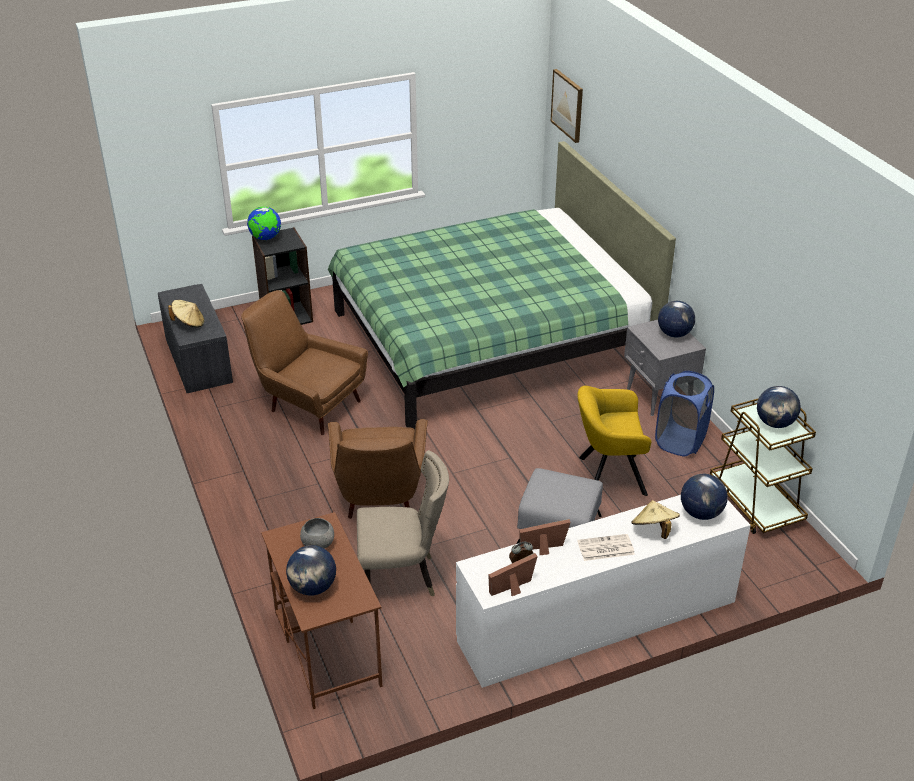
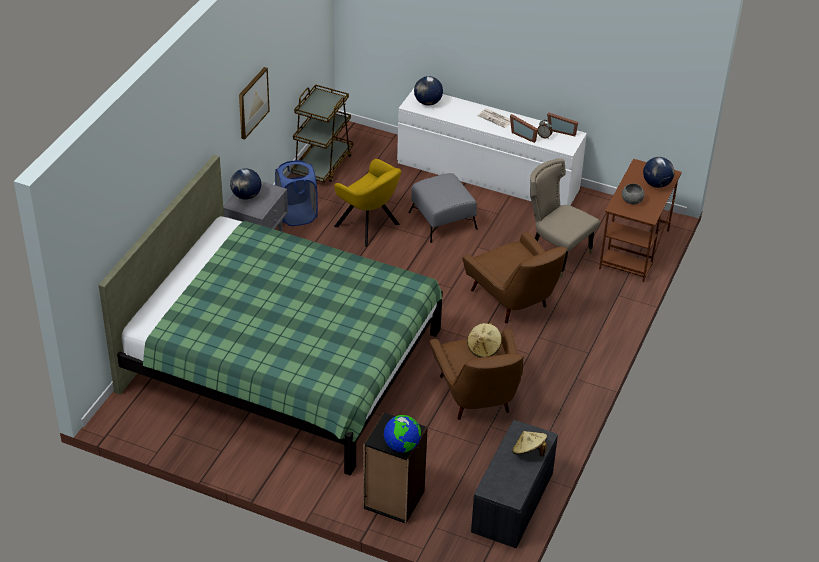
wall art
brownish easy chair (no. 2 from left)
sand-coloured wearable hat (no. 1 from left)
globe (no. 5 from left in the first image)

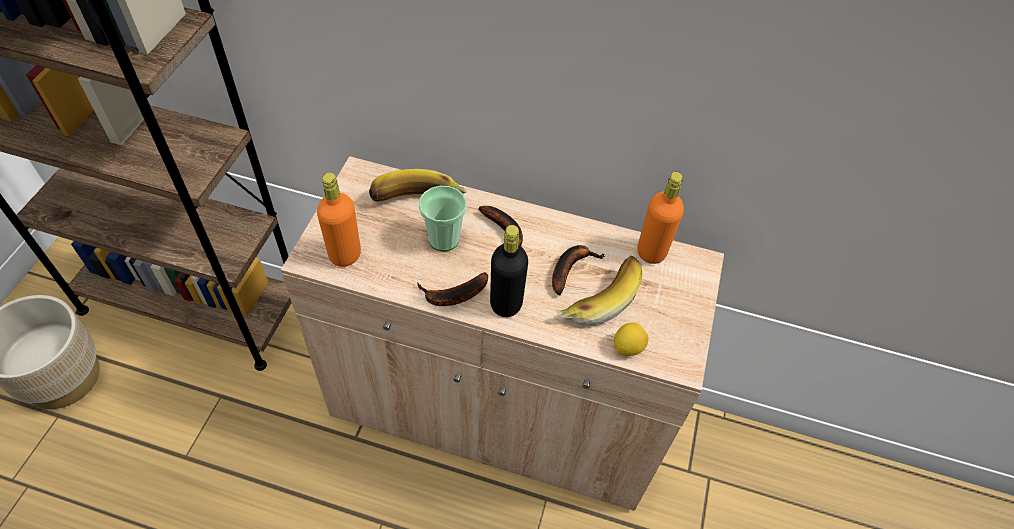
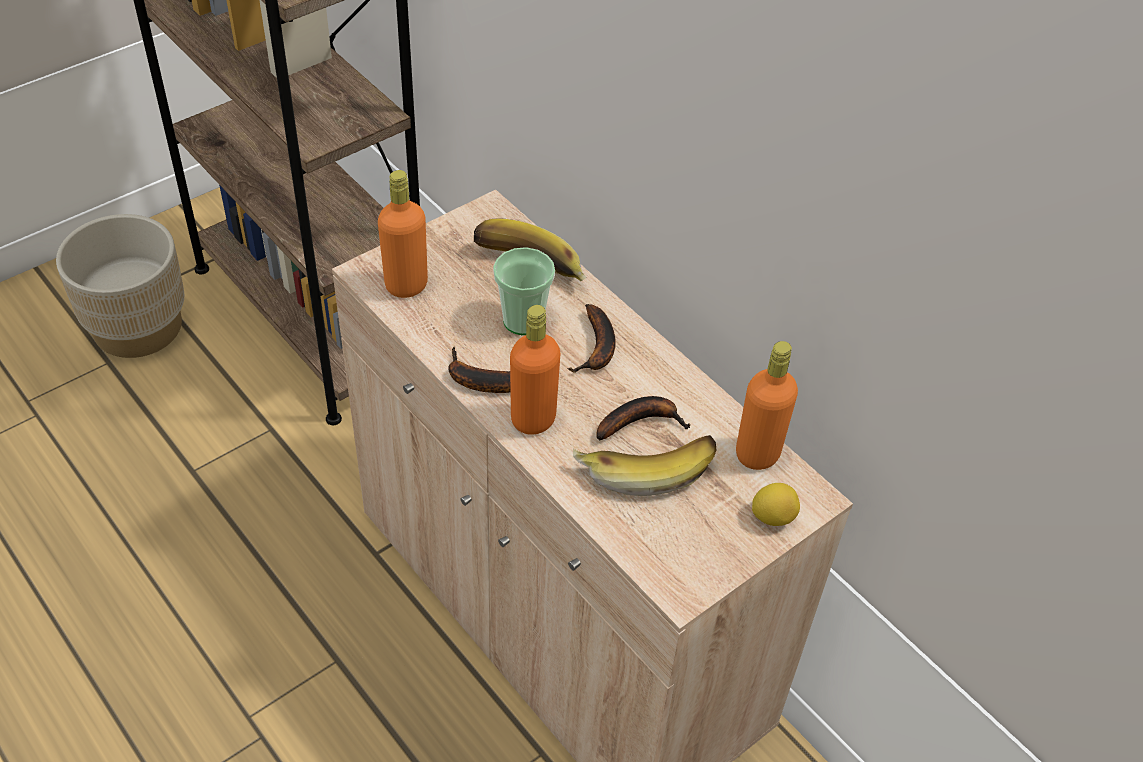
orange-coloured bottle (no. 2 from left)
whole lemon

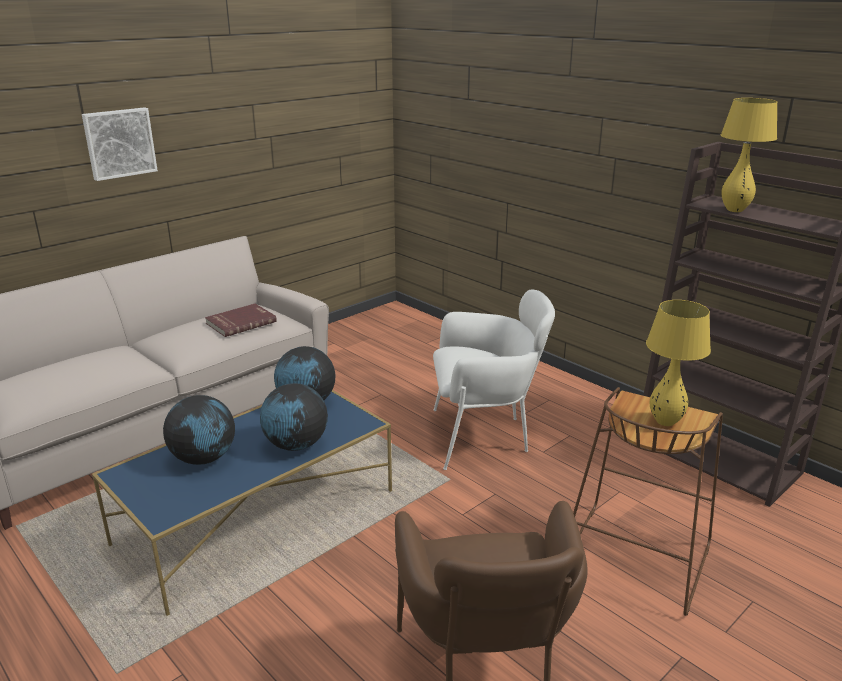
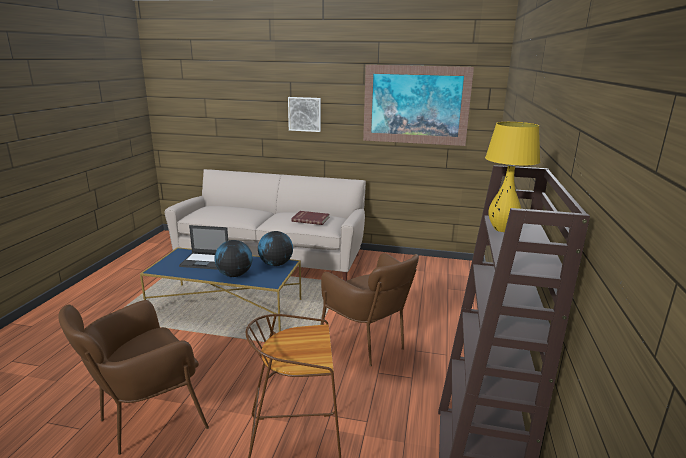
laptop
brownish easy chair (no. 2 from left)
wall art (no. 2 from left)
yellow-coloured table lamp (no. 1 from left in the first image)

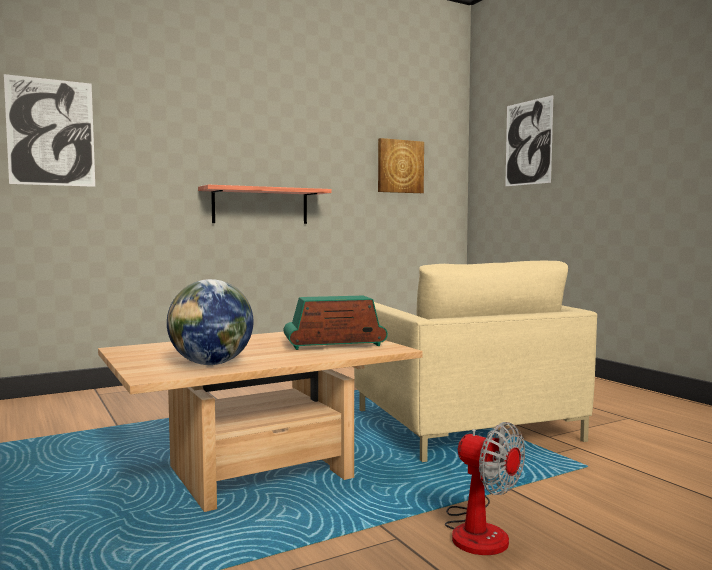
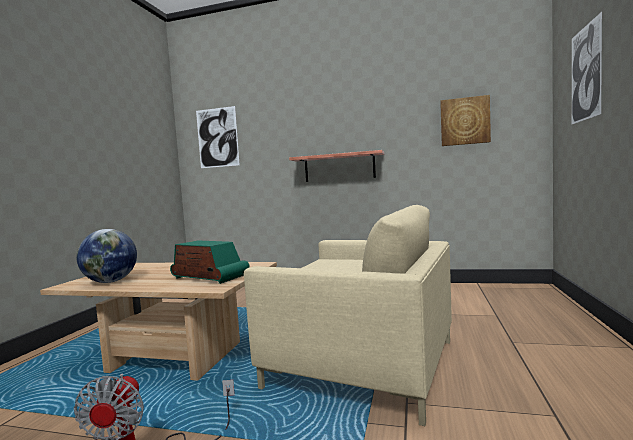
sand-coloured easy chair

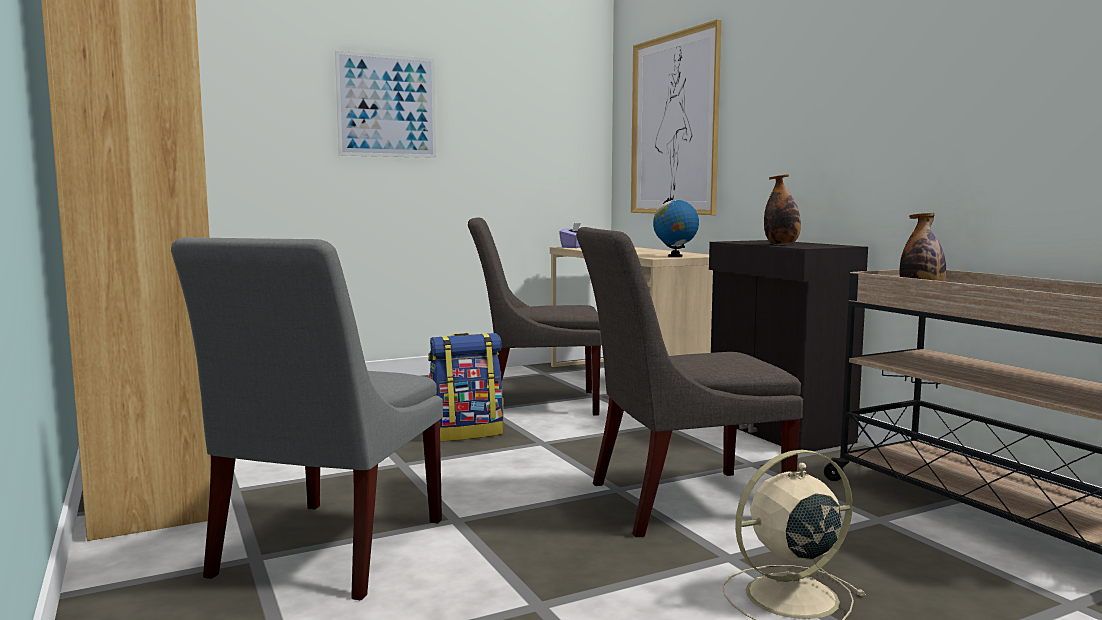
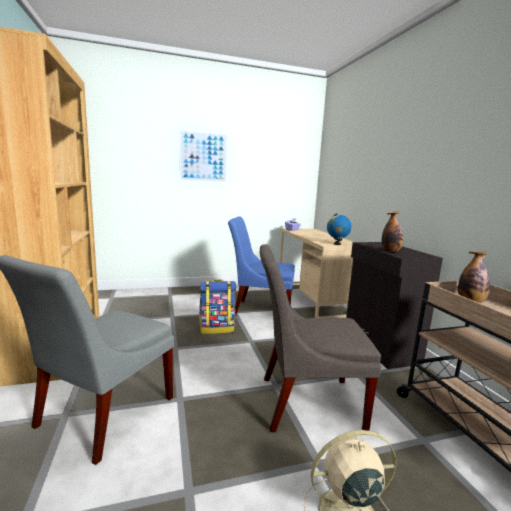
blue chair
wall art (no. 2 from left in the first image)

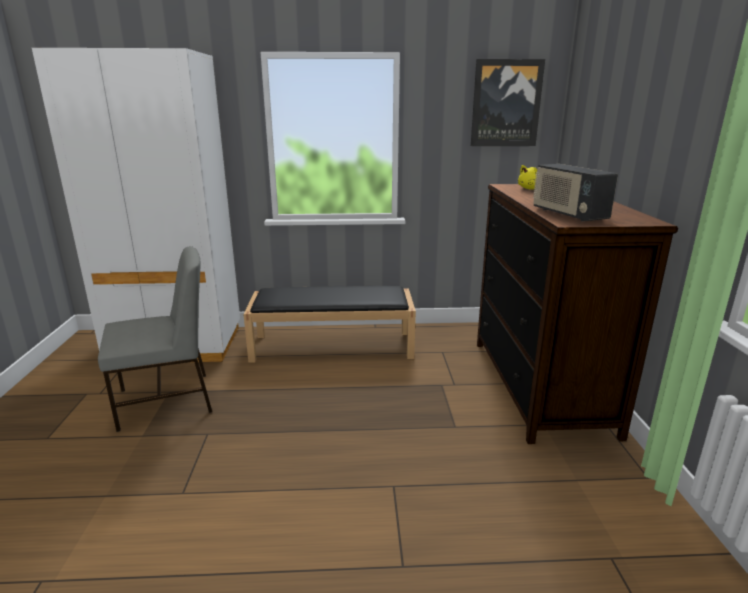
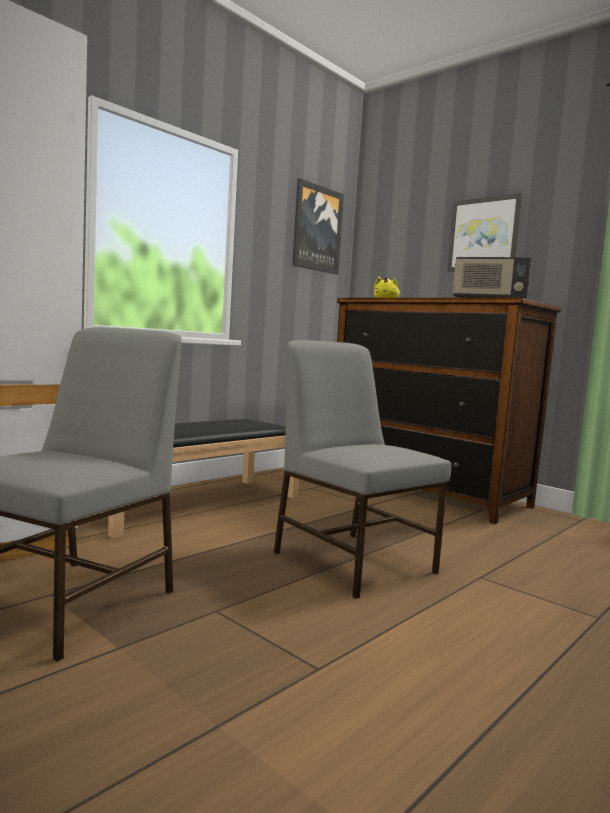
greyish chair (no. 2 from left)
wall art (no. 2 from left)

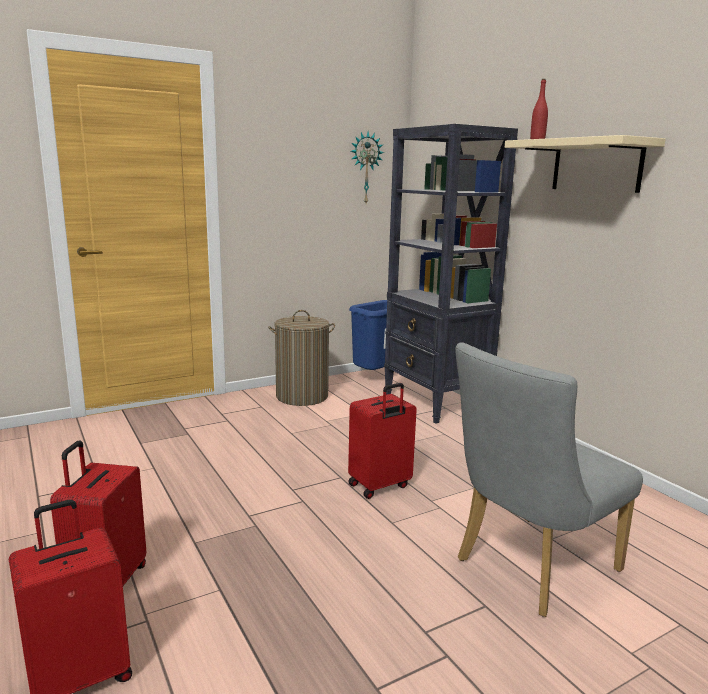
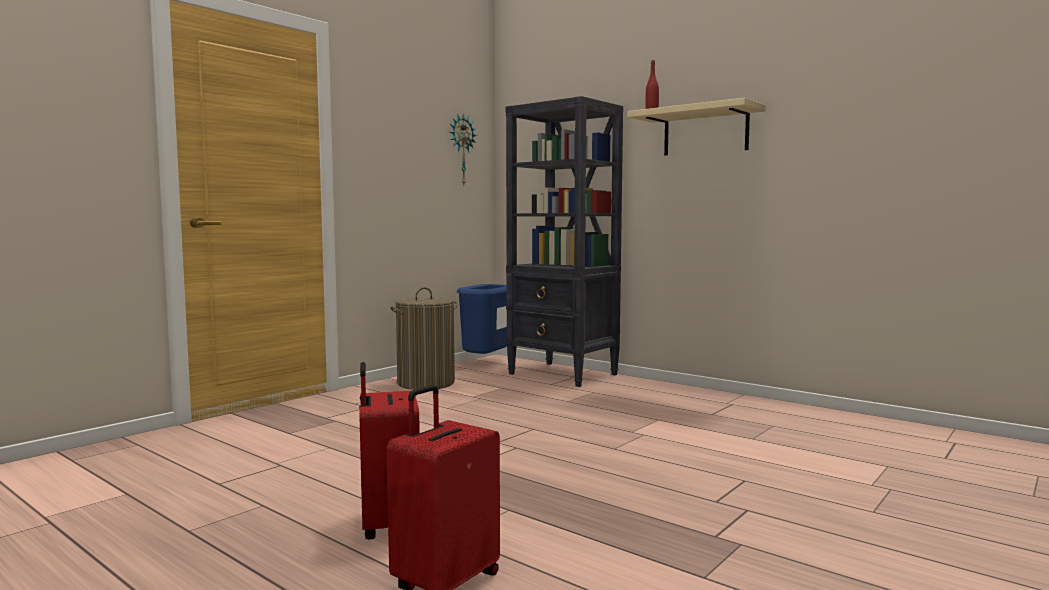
reddish suitcase (no. 3 from left in the first image)
greyish chair

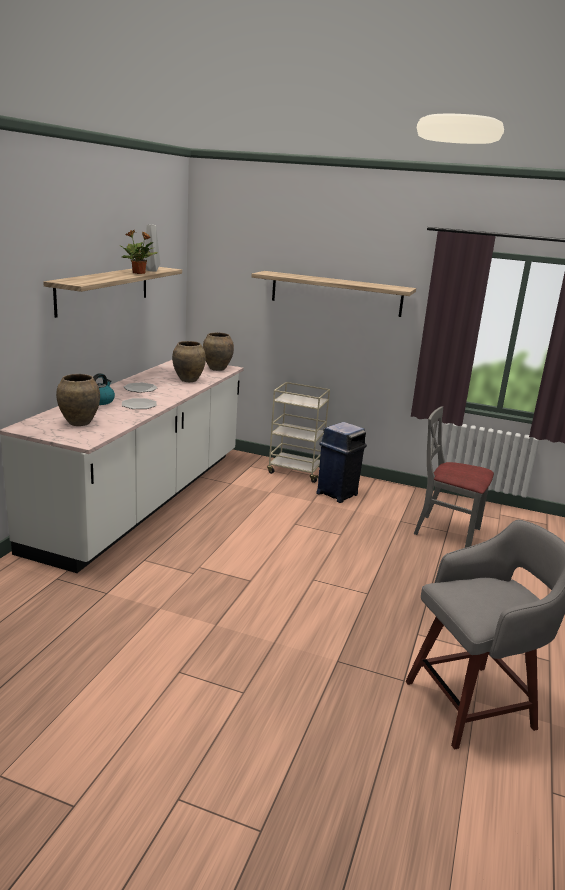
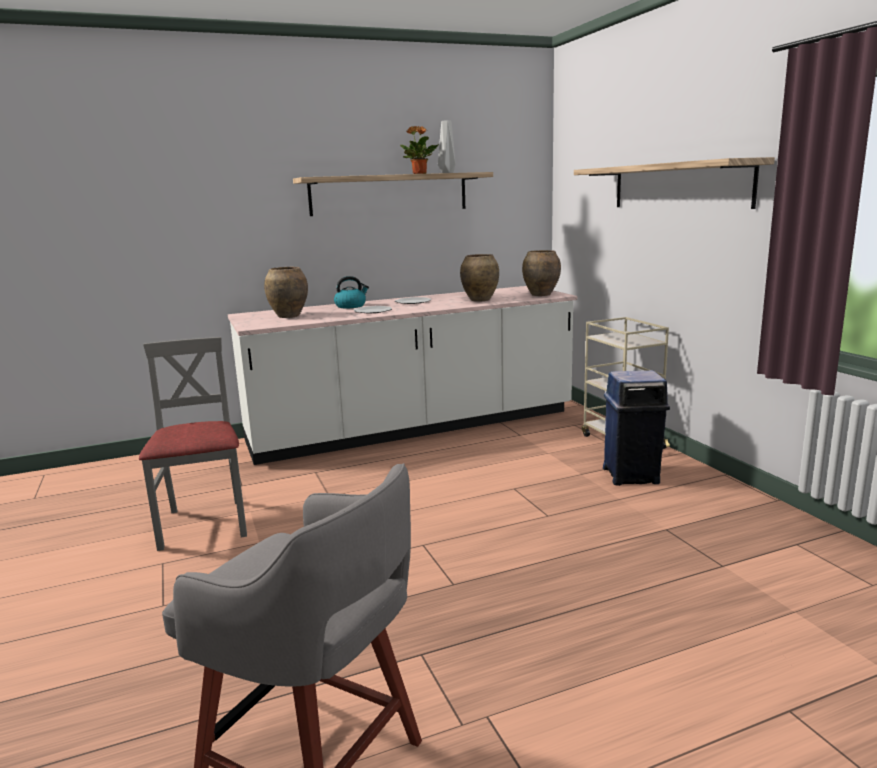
greyish chair

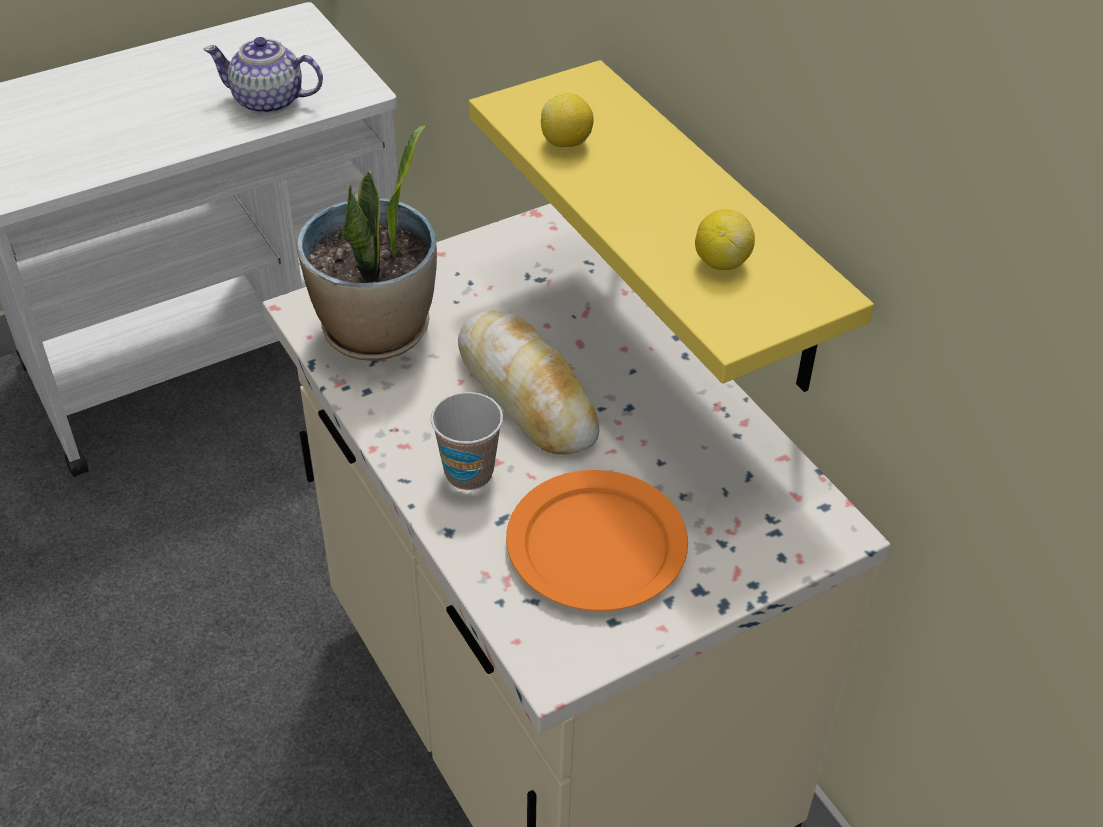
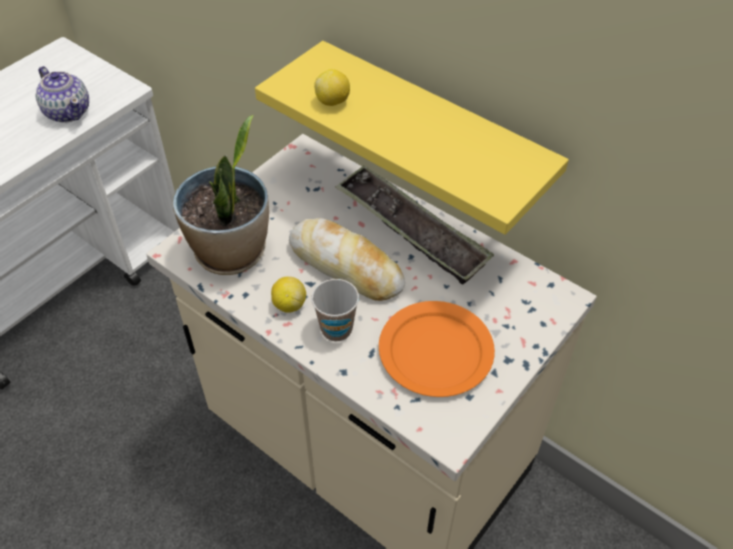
tea pot
whole lemon (no. 1 from left)
carrying tray

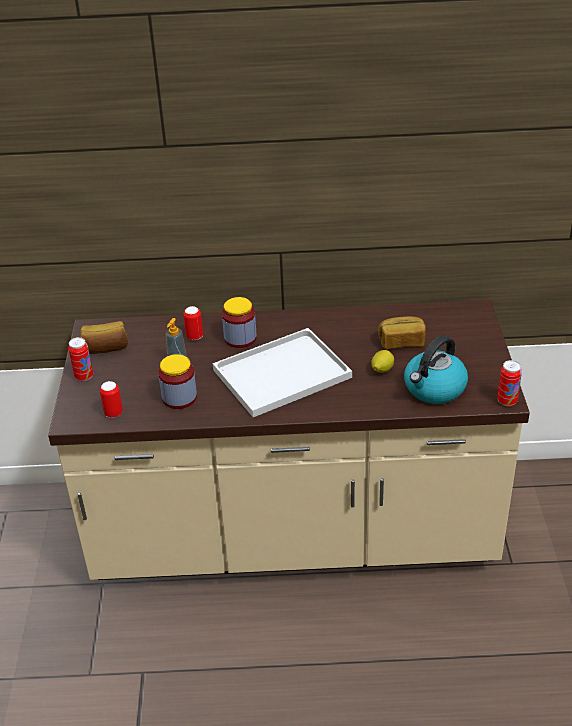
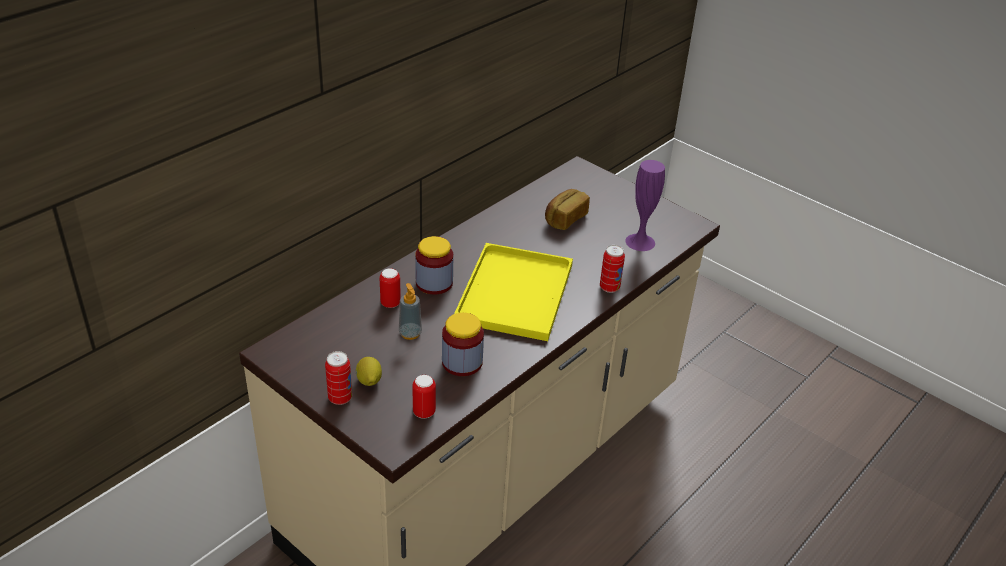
whole lemon
yellow-coloured carrying tray
sealed can (no. 4 from left)
purple-coloured decorative vase
bread (no. 1 from left in the first image)

